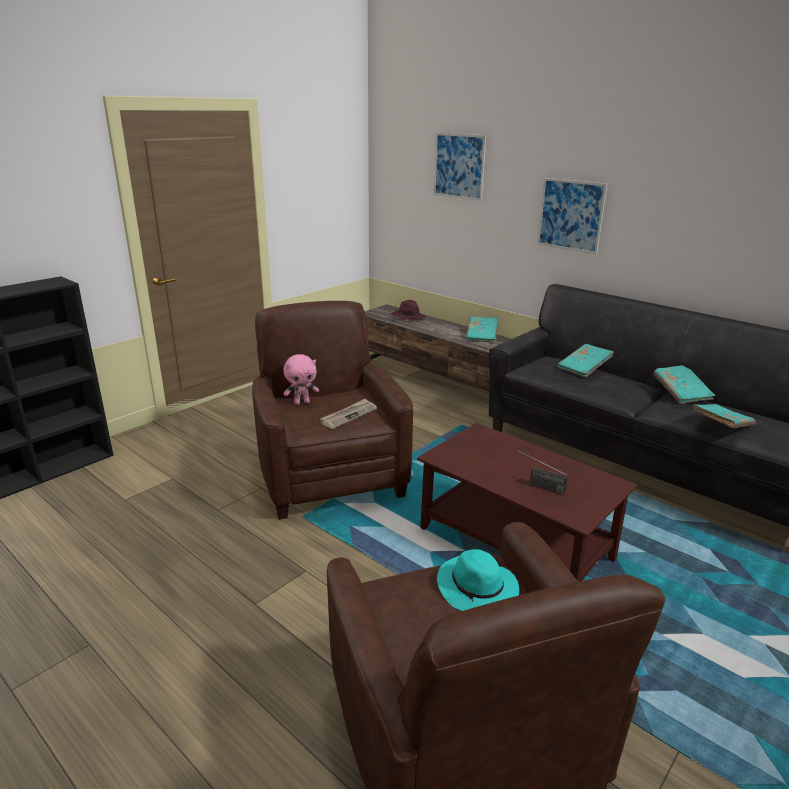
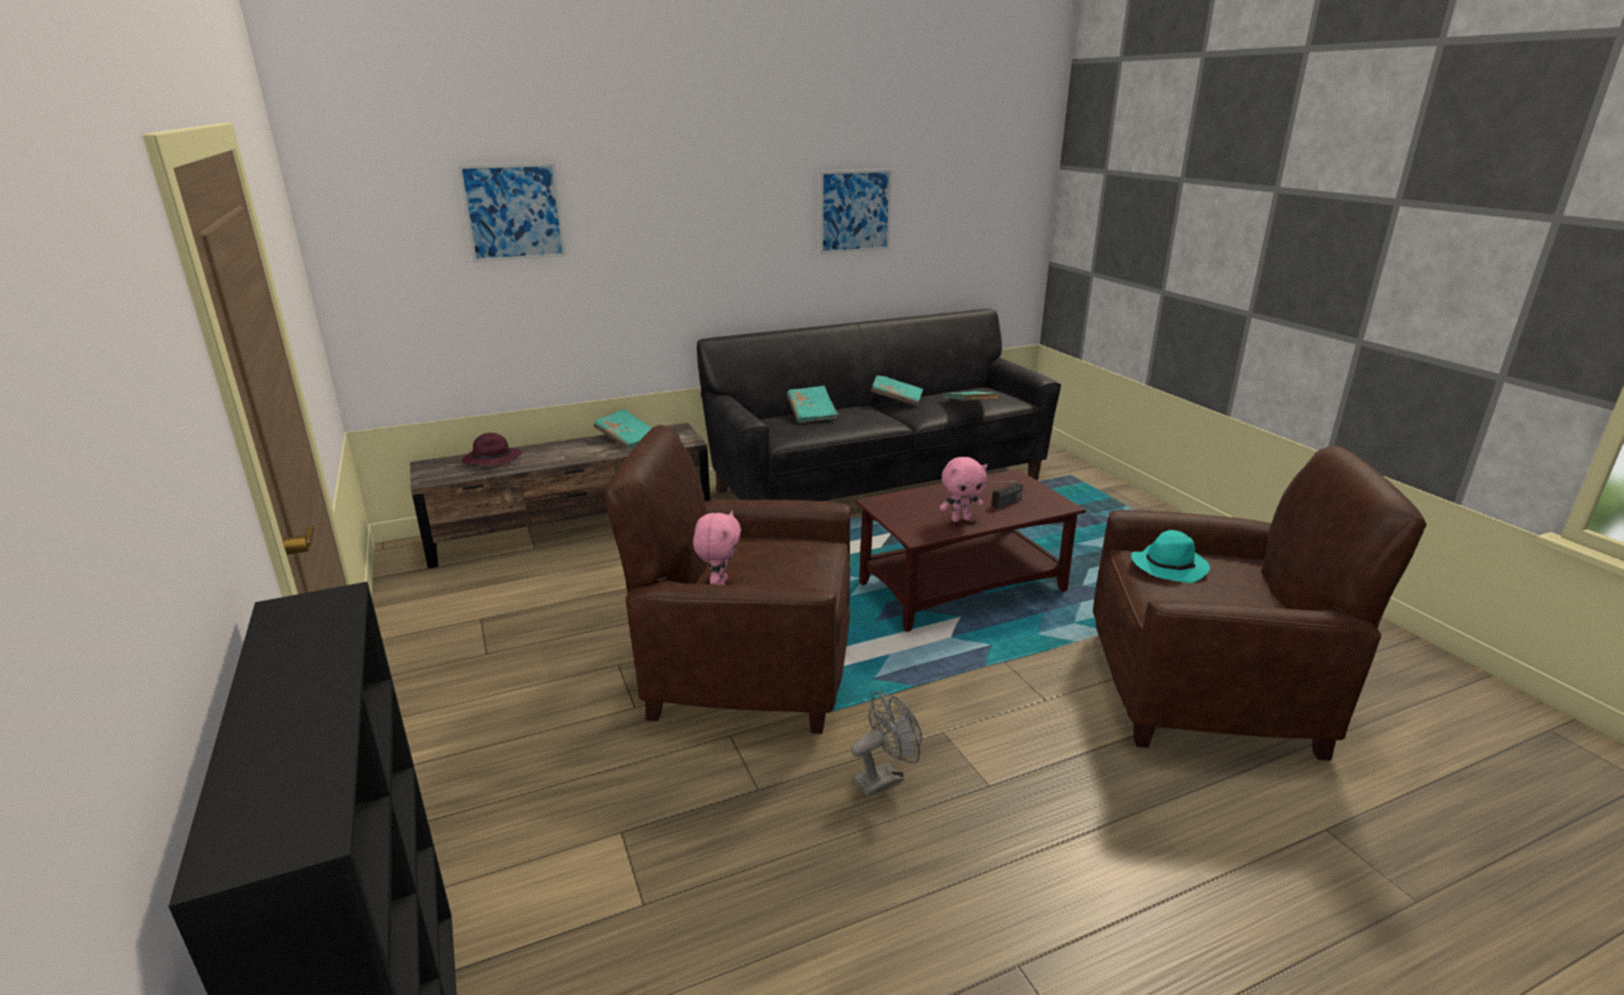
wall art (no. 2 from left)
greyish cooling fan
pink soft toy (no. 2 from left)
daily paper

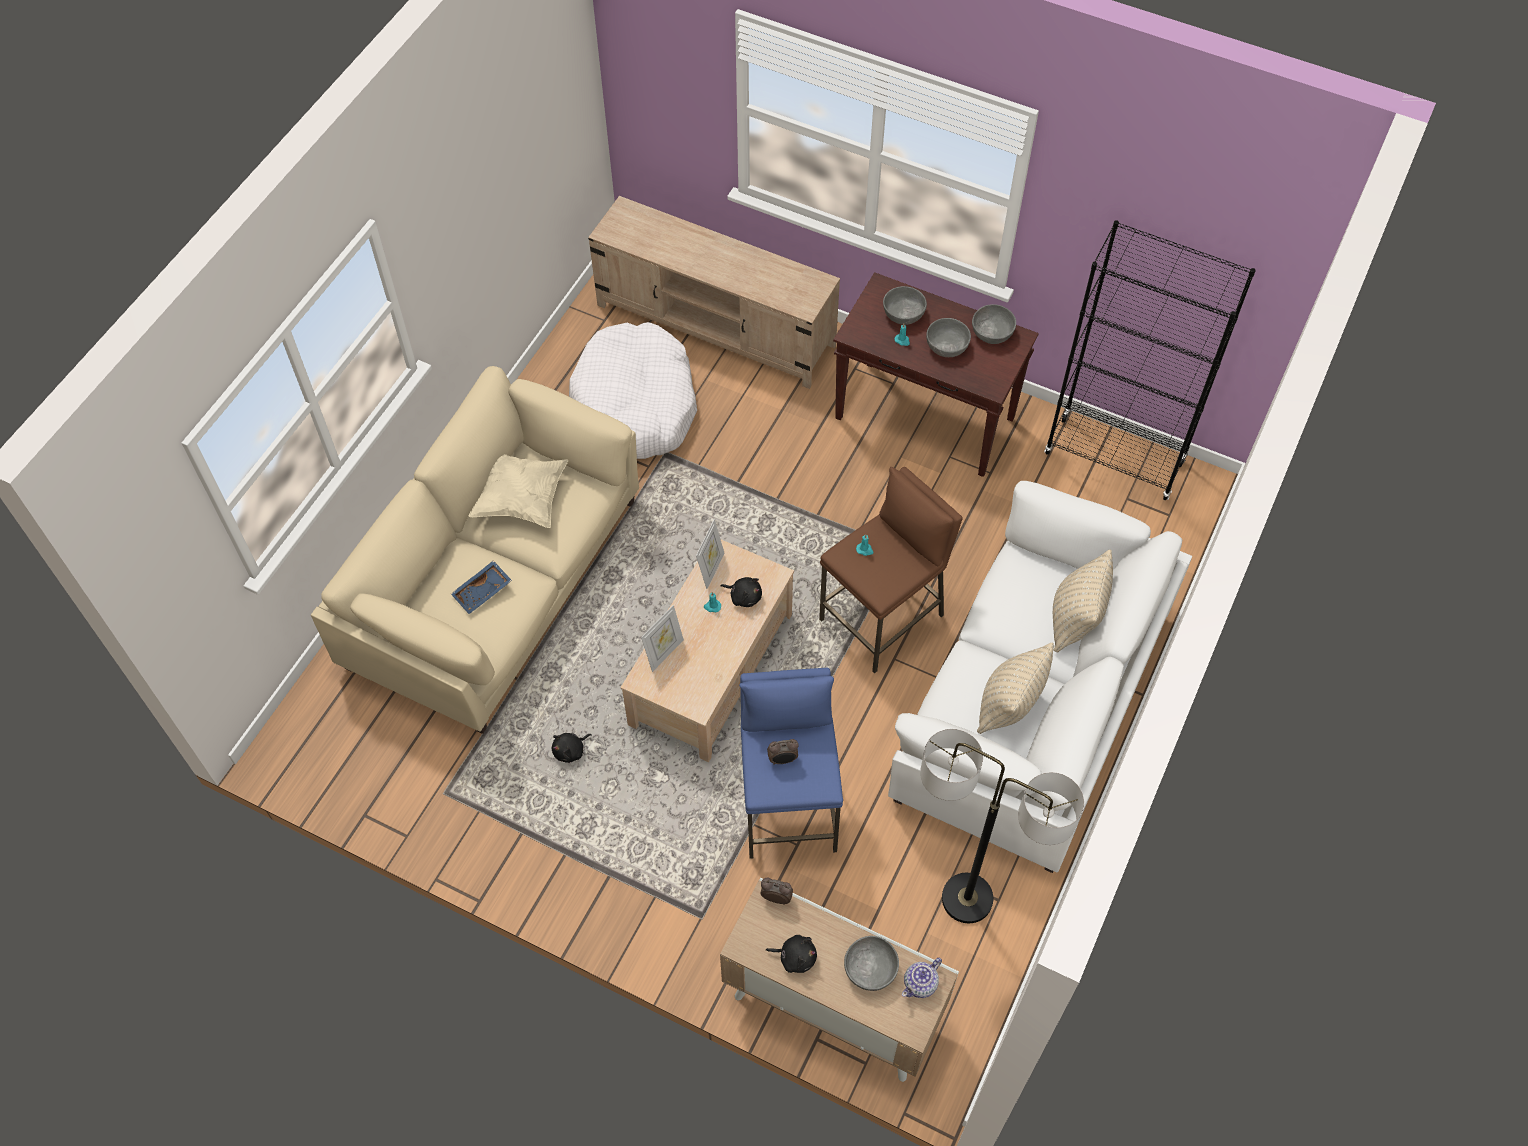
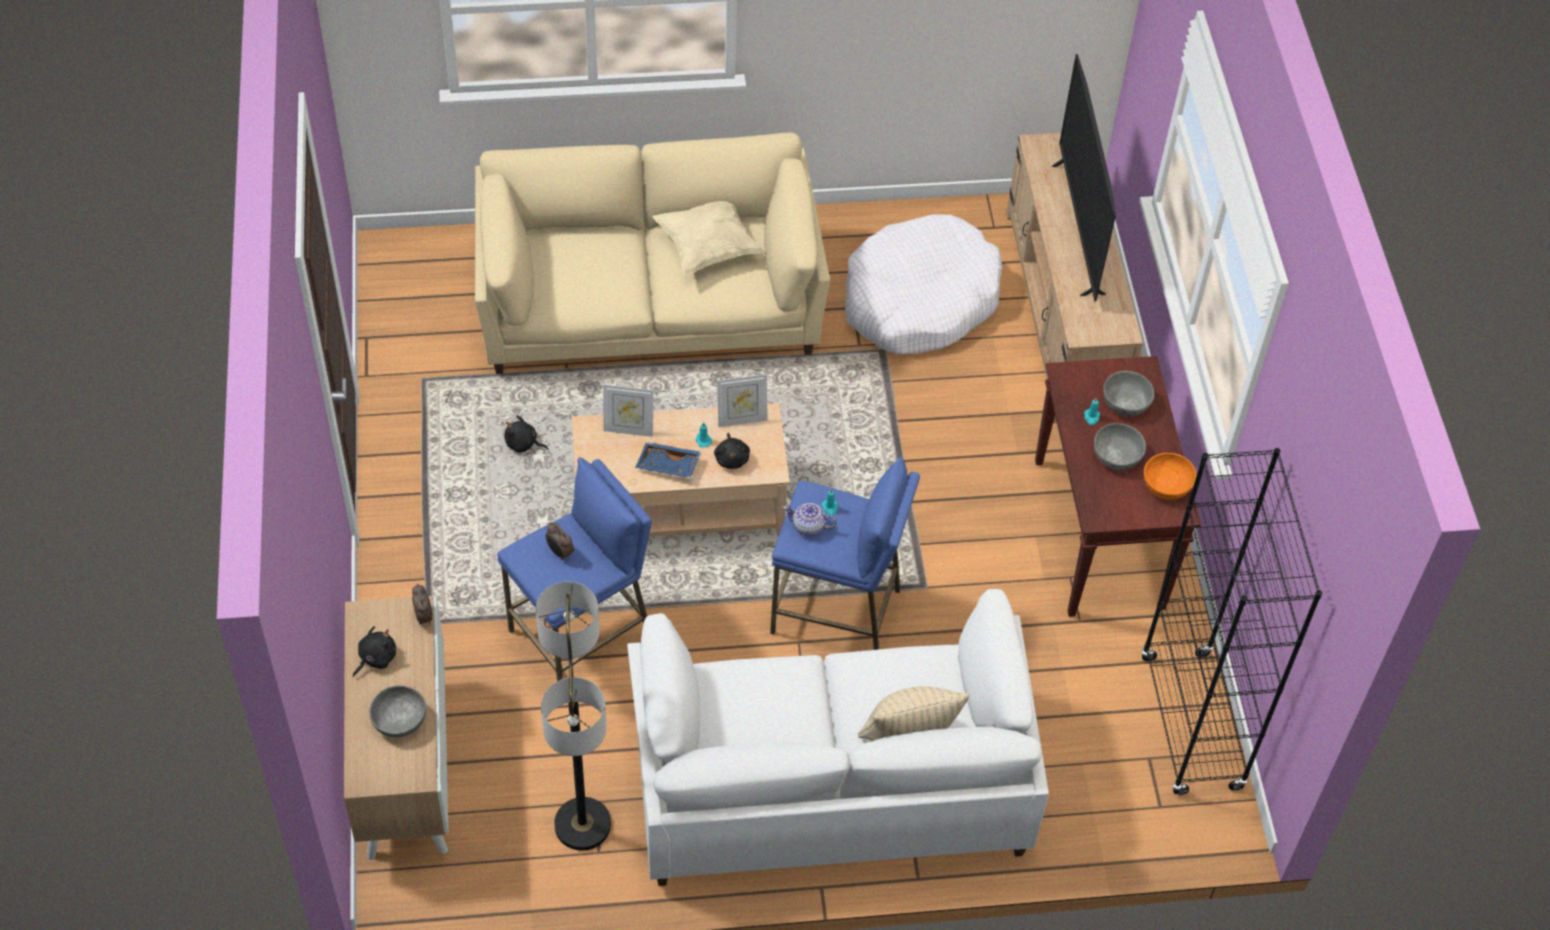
blackish soft toy (no. 1 from left)
blue carrying tray
blue sitting stool (no. 2 from left)
tea pot
TV
orange-coloured serving bowl
sand-coloured pillow (no. 2 from left in the first image)

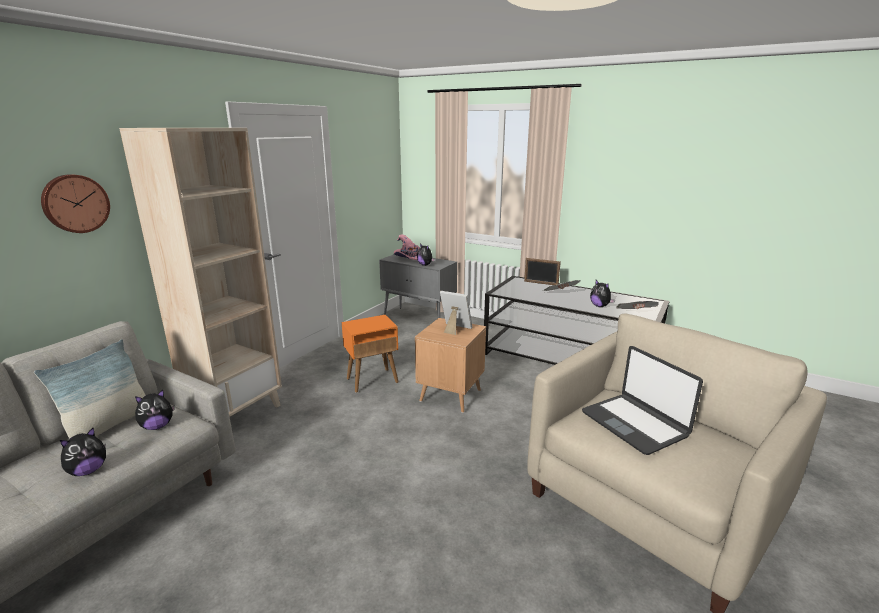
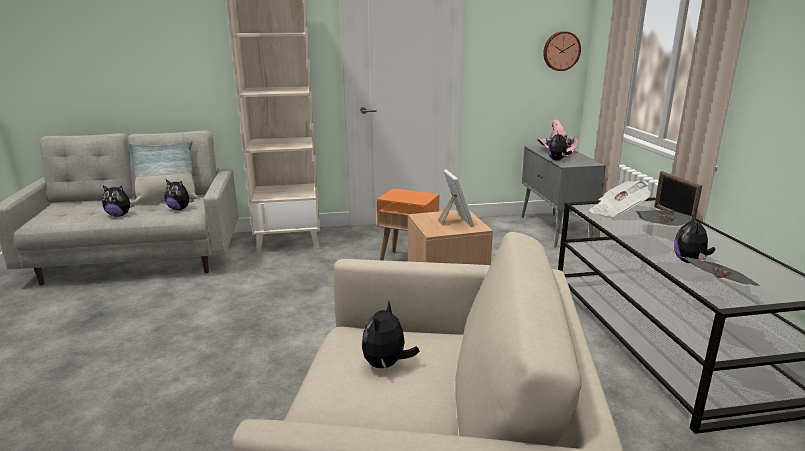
soft toy (no. 3 from left)
hanging clock
daily paper (no. 1 from left)

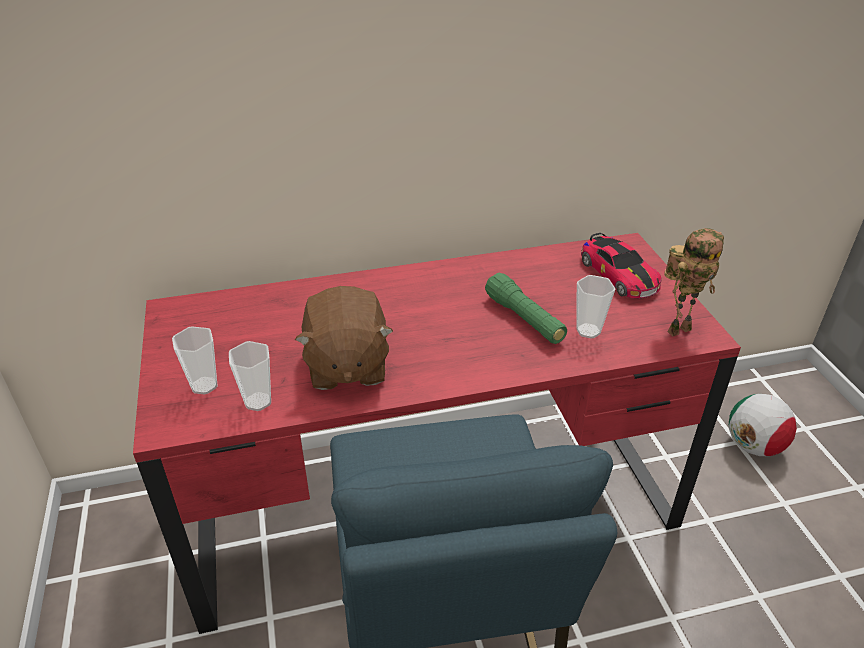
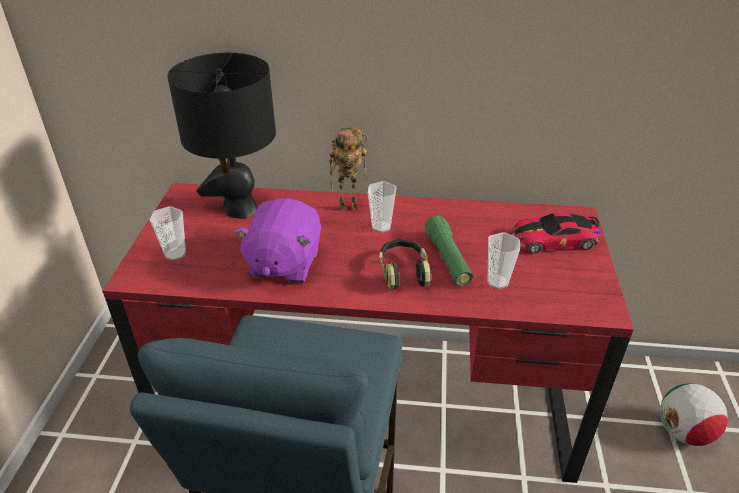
blackish table lamp
purple-coloured soft toy
toy robot
small cup (no. 2 from left)
headset
toy car

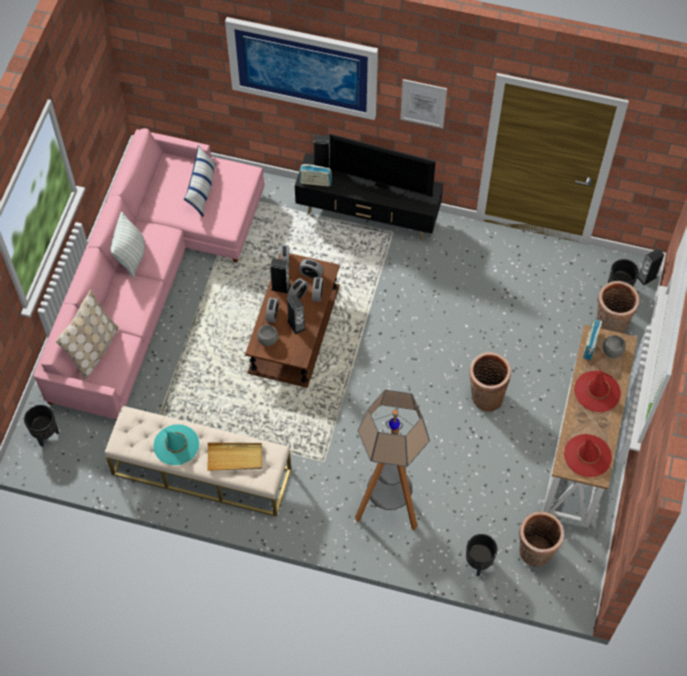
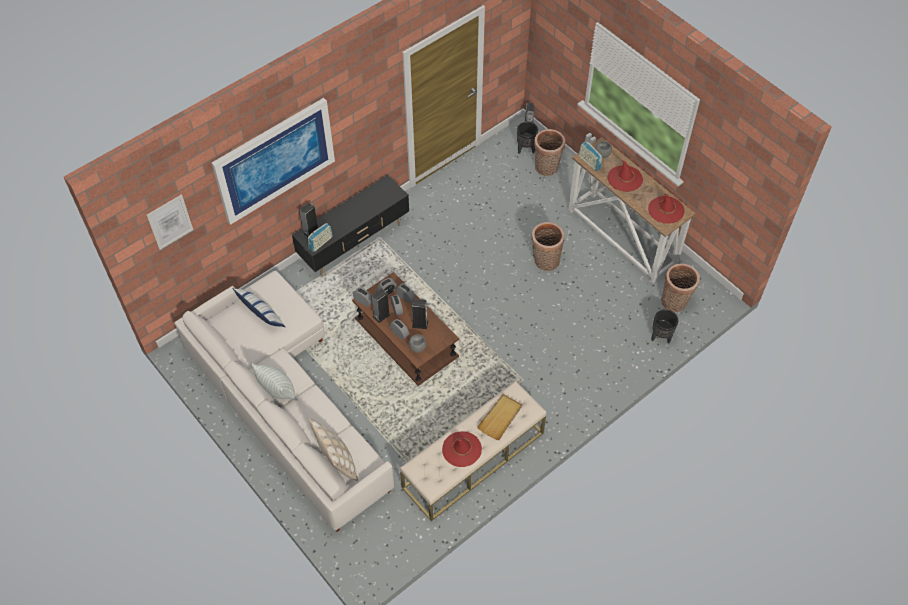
wall art (no. 1 from left)
white-coloured sofa
reddish wearable hat (no. 1 from left)
blackish plant pot (no. 1 from left in the first image)
TV
standing lamp

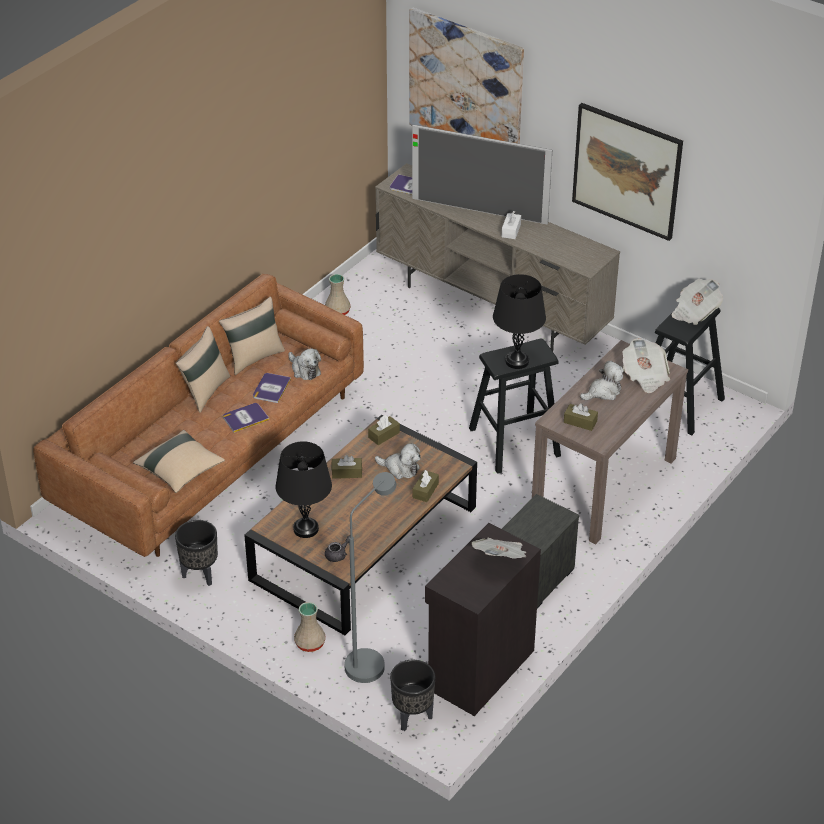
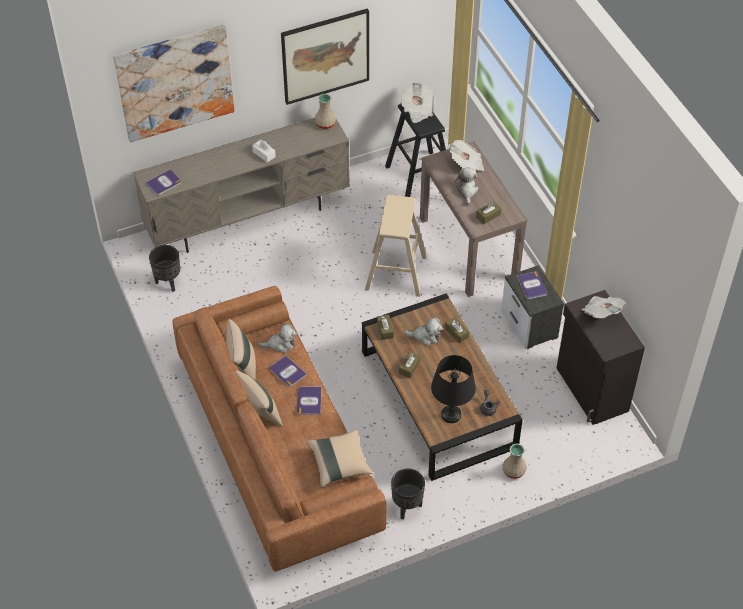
blackish plant pot (no. 1 from left)
sand-coloured decorative vase (no. 1 from left)
sand-coloured sitting stool
soft toy (no. 2 from left)
book (no. 4 from left)
greyish standing lamp
TV
blackish table lamp (no. 2 from left in the first image)

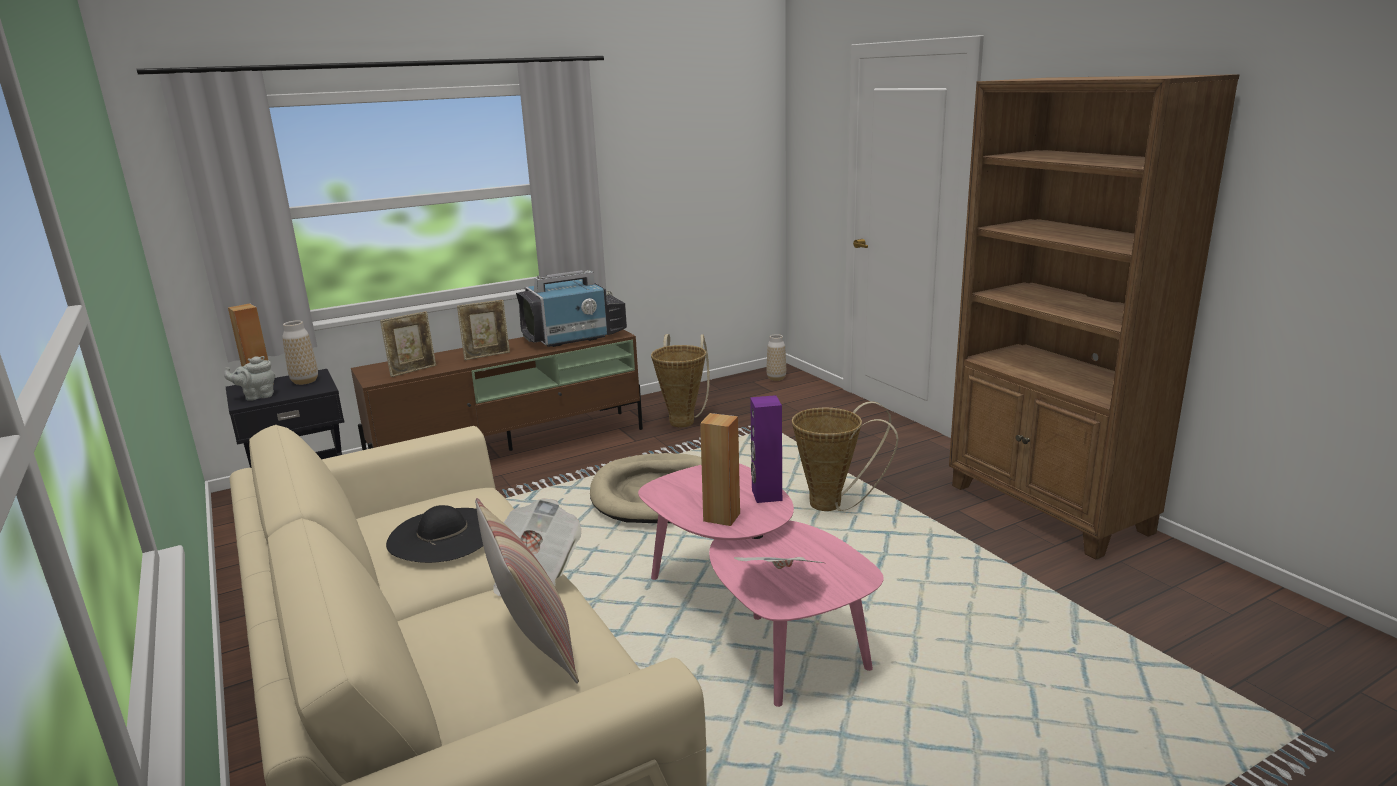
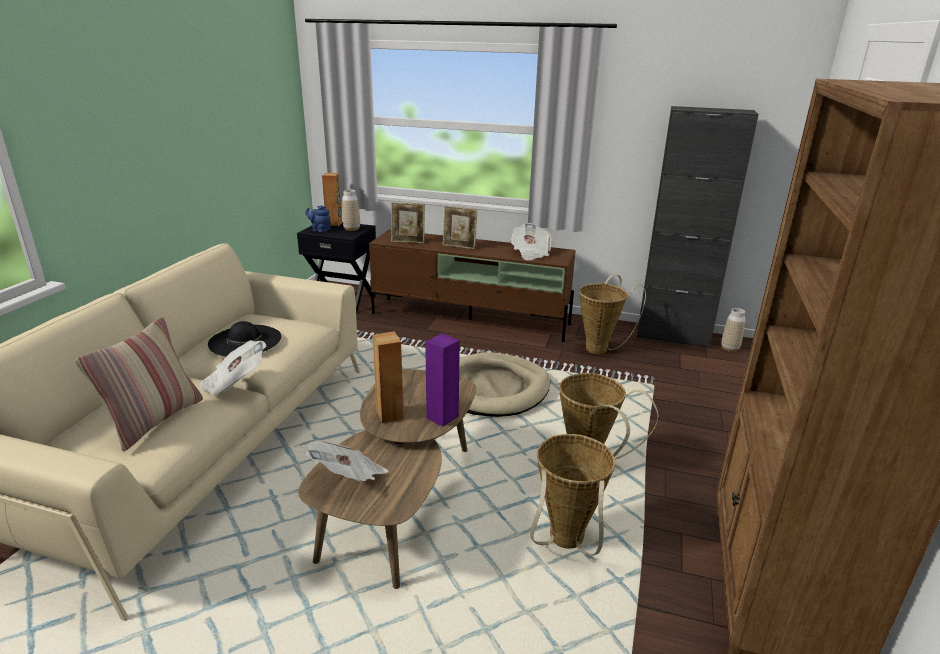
brownish coffee table
blue tea pot
daily paper (no. 3 from left)
household basket (no. 1 from left)
blackish storage cabinet

